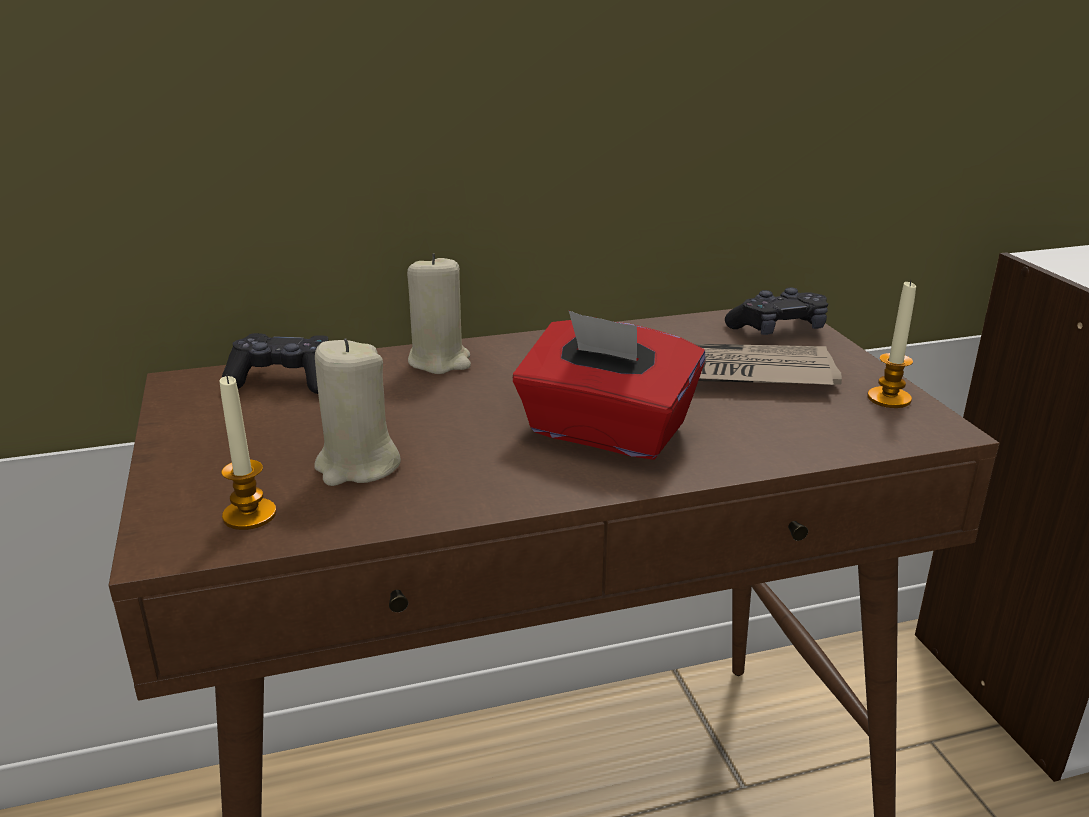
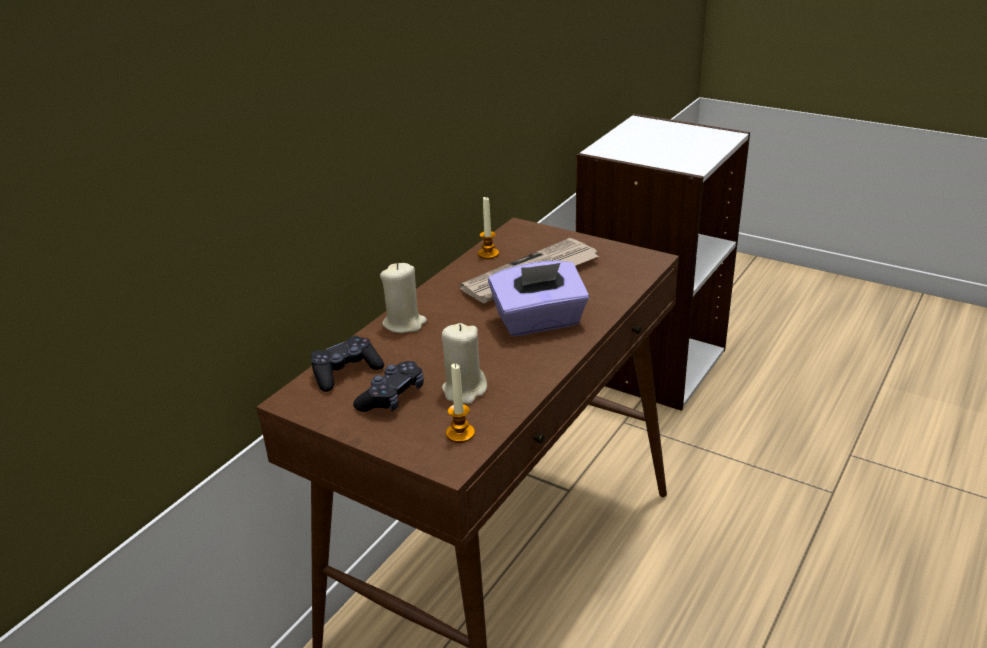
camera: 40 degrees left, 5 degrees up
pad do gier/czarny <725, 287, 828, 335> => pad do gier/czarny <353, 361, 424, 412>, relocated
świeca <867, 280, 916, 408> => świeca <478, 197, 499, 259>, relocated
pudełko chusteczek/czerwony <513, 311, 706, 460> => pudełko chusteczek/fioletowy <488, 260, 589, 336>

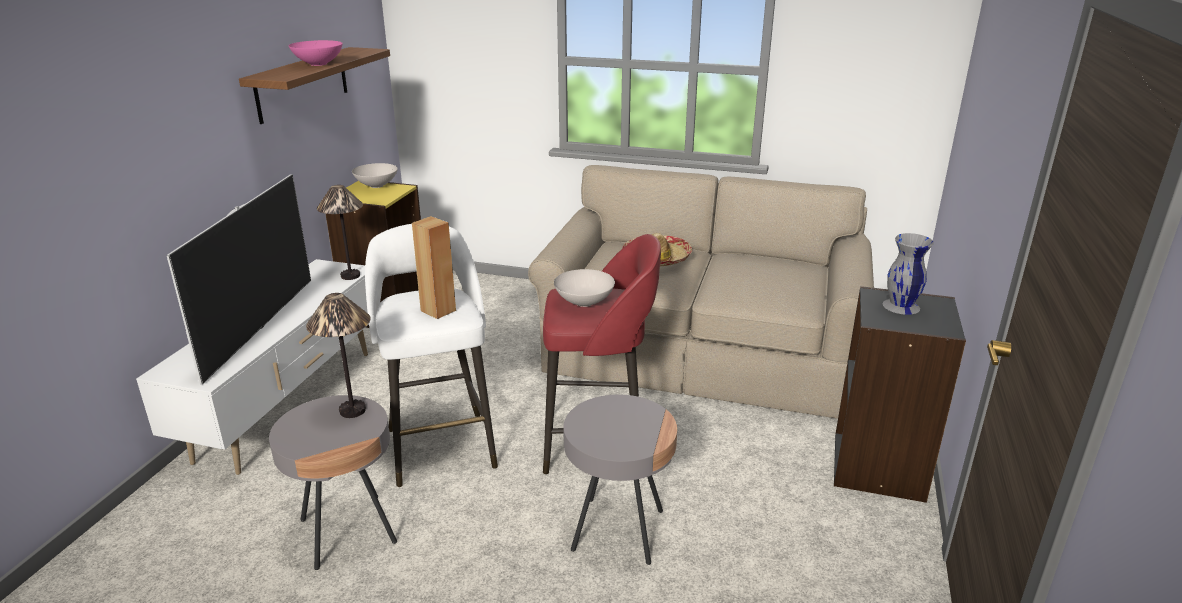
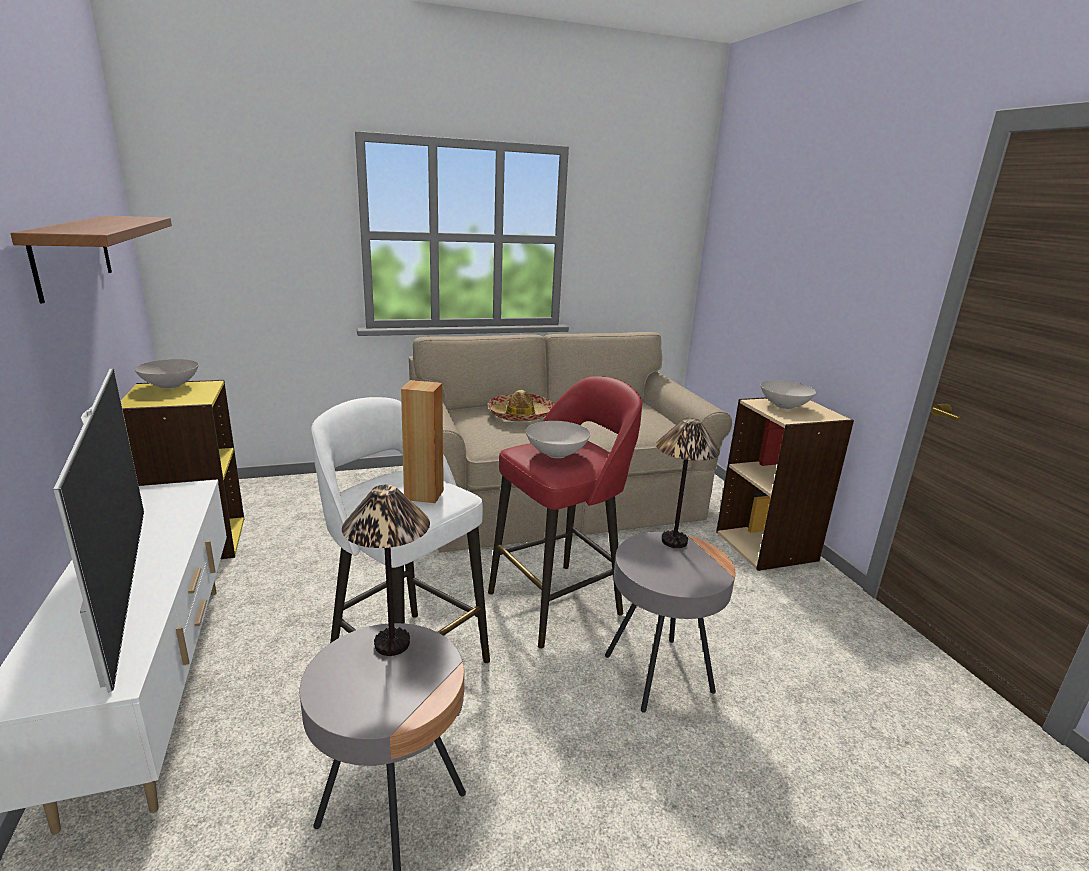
camera: 35 degrees left, 5 degrees down
miska/różowy <289, 40, 343, 66> => nothing
lampa stołowa <317, 185, 363, 280> => lampa stołowa <656, 418, 720, 548>, relocated
wazon/szary <883, 233, 934, 315> => miska/biały <761, 380, 816, 409>
regał/czarny <834, 286, 966, 503> => regał/beżowy <716, 397, 854, 571>

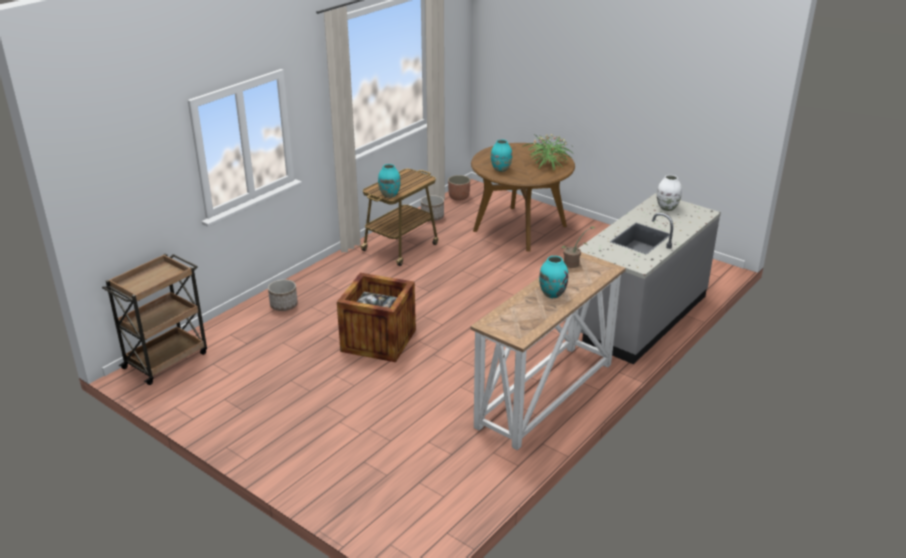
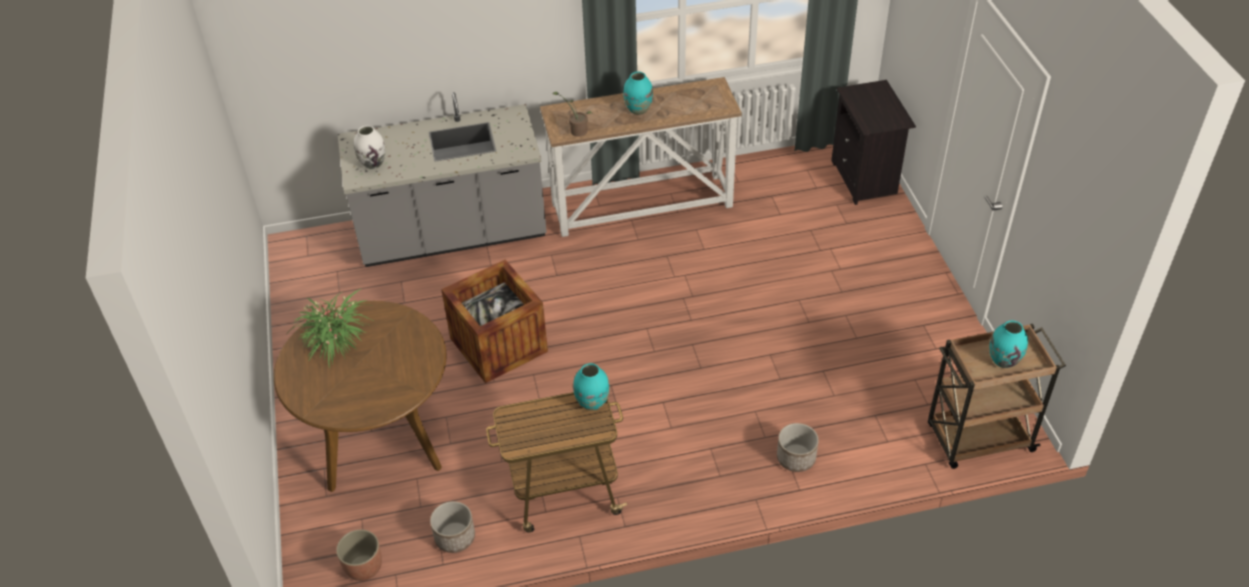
camera: 140 degrees left, 15 degrees up
nothing => szafka nocna/czarny <831, 80, 916, 205>
skrzynka <337, 273, 416, 362> => skrzynka <441, 260, 548, 383>, relocated
wazon/turkusowy <491, 140, 512, 172> => wazon/turkusowy <989, 320, 1028, 368>, relocated

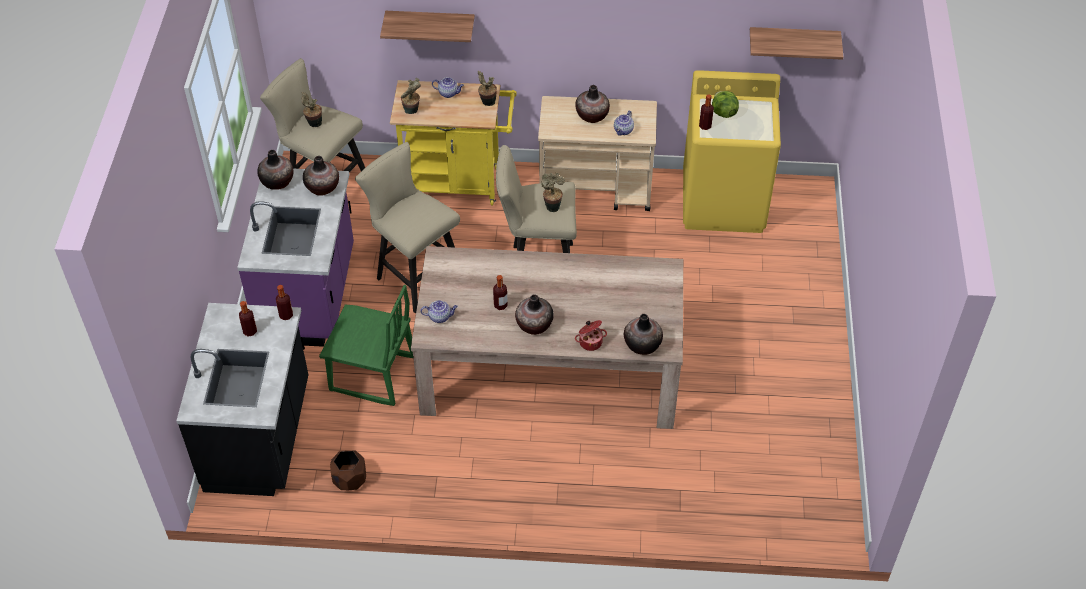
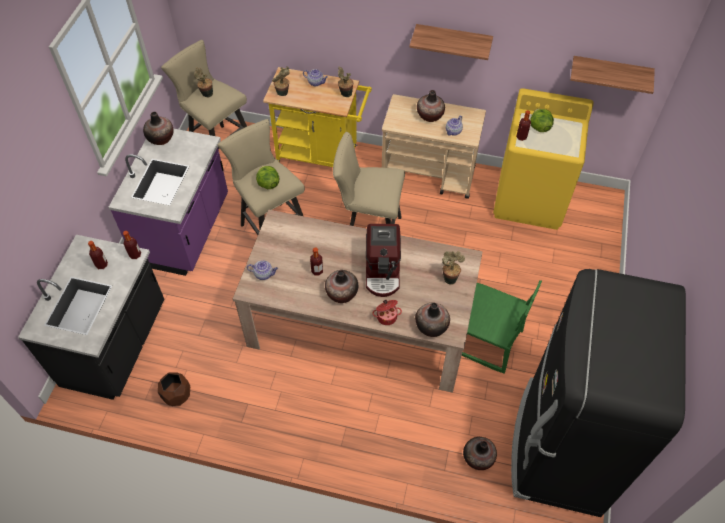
camera: 10 degrees right, 5 degrees up
nothing => sałata <256, 166, 279, 189>
nothing => ekspres do kawy <366, 224, 401, 297>
nothing => lodówka/czarny <511, 269, 686, 517>
wazon <303, 156, 339, 196> => wazon <463, 437, 497, 470>, relocated
krzesło/zielony <319, 285, 413, 406> => krzesło/zielony <462, 280, 542, 374>, relocated
półka <380, 11, 475, 42> => półka <409, 24, 493, 60>, relocated
roślina doniczkowa <541, 173, 565, 212> => roślina doniczkowa <442, 251, 465, 285>, relocated

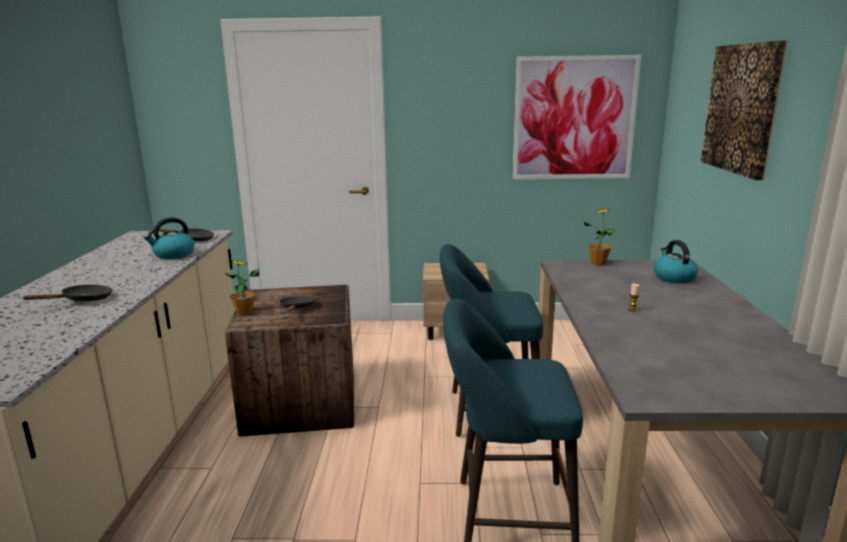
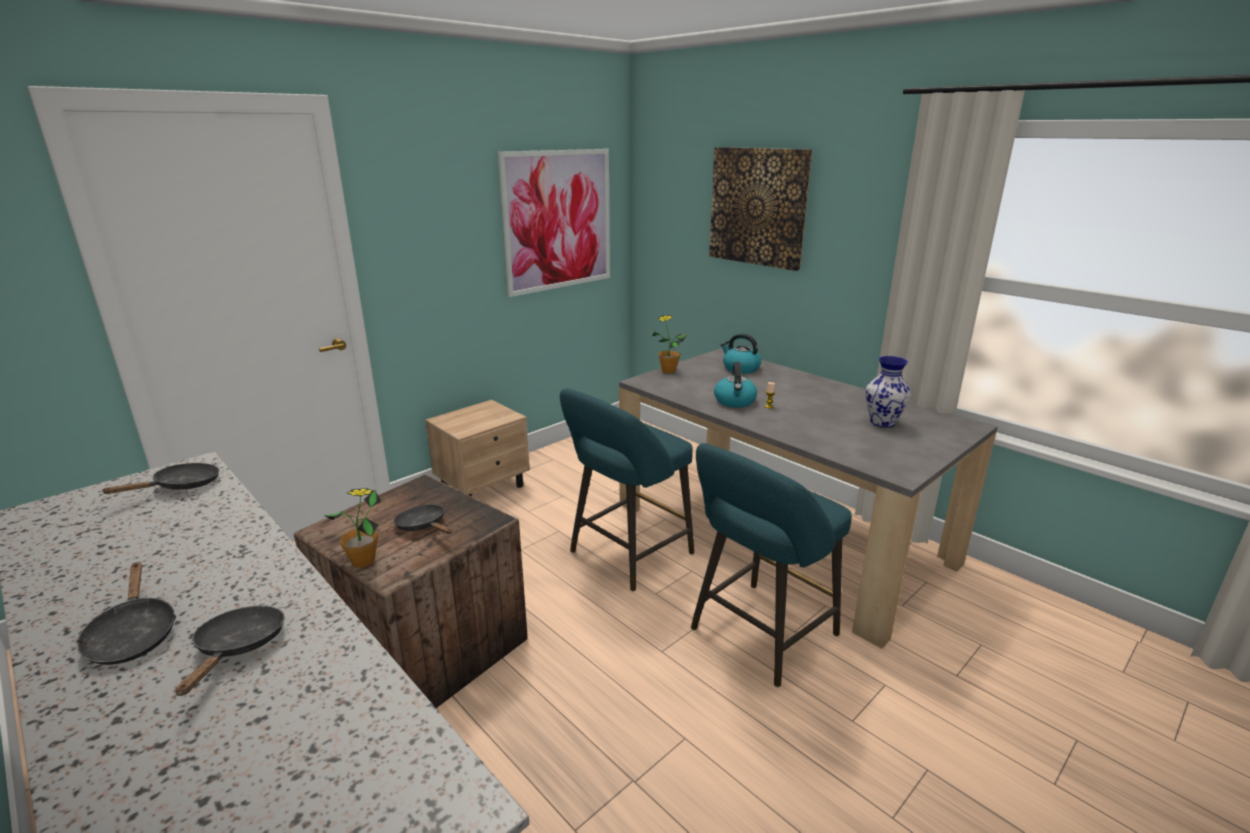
camera: 45 degrees left, 5 degrees up
nothing => patelnia/czarny <75, 562, 176, 665>
nothing => wazon <866, 356, 911, 427>
czajnik <144, 217, 195, 259> => czajnik <714, 362, 757, 408>, relocated

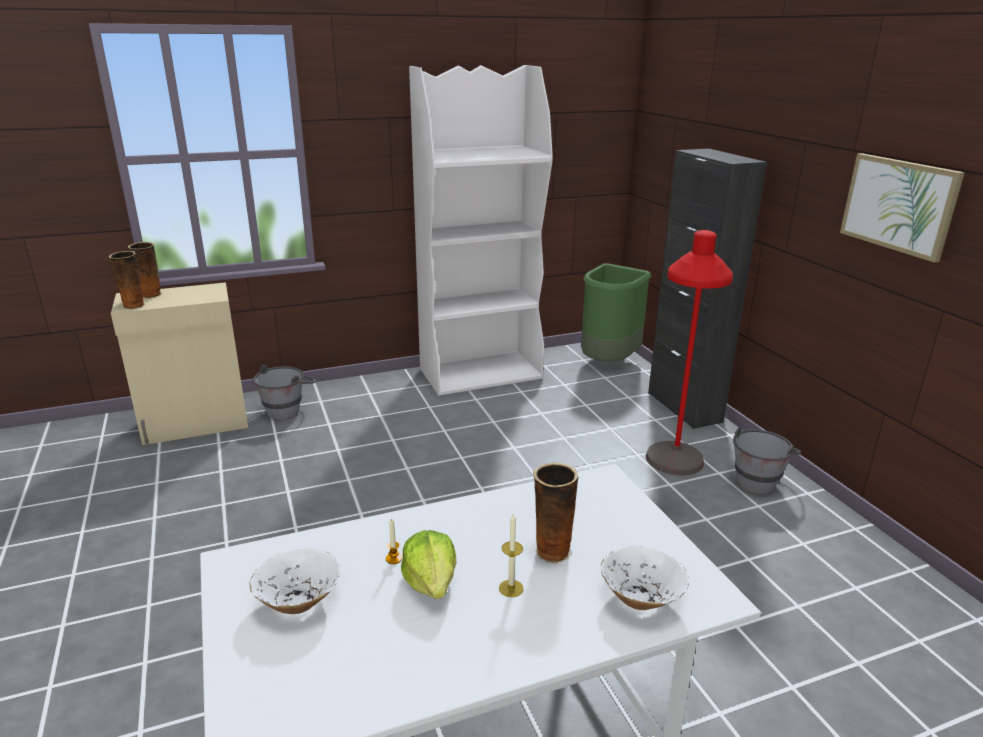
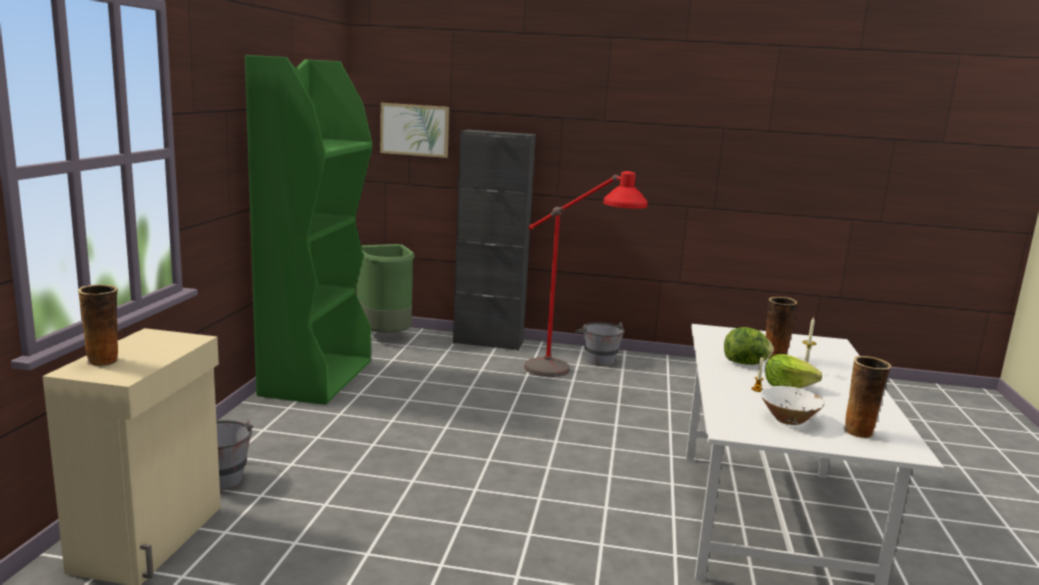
camera: 60 degrees left, 10 degrees down
miska/biały <601, 546, 689, 610> => nothing
nothing => sałata <724, 327, 774, 365>
wazon <109, 251, 145, 309> => wazon <843, 356, 892, 439>, relocated
obraz <840, 153, 965, 263> => obraz <380, 103, 449, 158>, relocated
regał/biały <409, 65, 553, 396> => regał/zielony <245, 55, 372, 405>

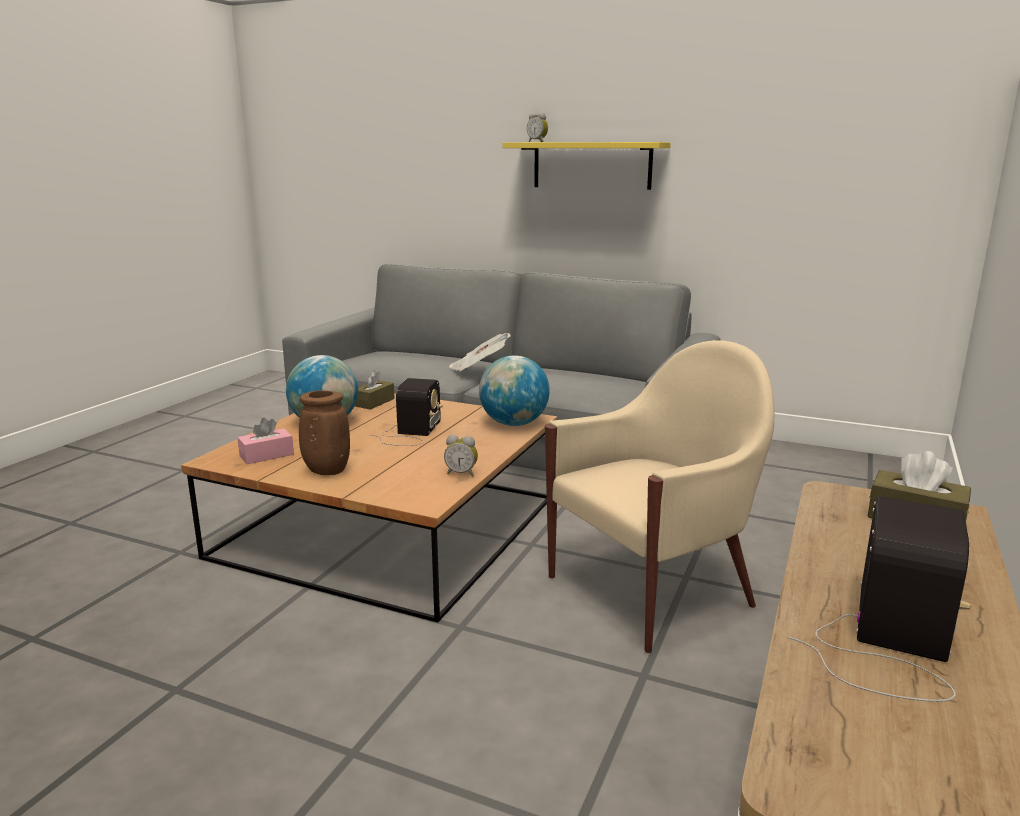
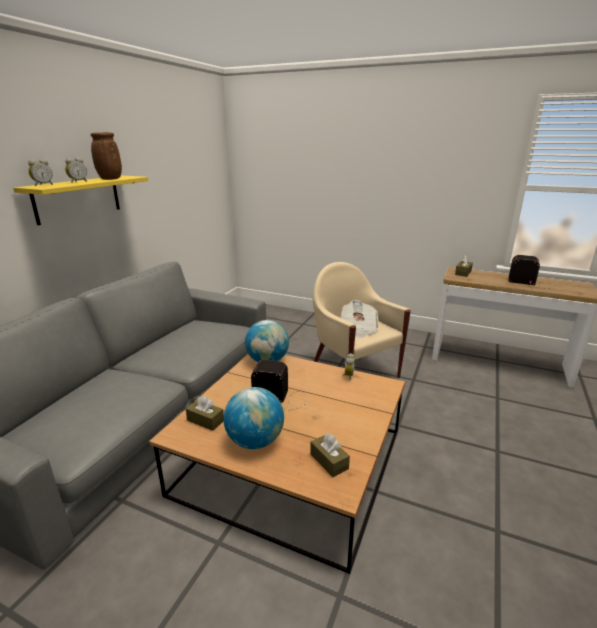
camera: 90 degrees left, 5 degrees up
nothing => budzik <65, 158, 87, 183>
wazon/brązowy <299, 390, 350, 475> => wazon/brązowy <90, 132, 122, 180>, relocated
gazeta <449, 333, 511, 372> => gazeta <341, 300, 379, 338>, relocated
pudełko chusteczek/różowy <237, 418, 294, 464> => pudełko chusteczek/brązowy <310, 433, 350, 477>

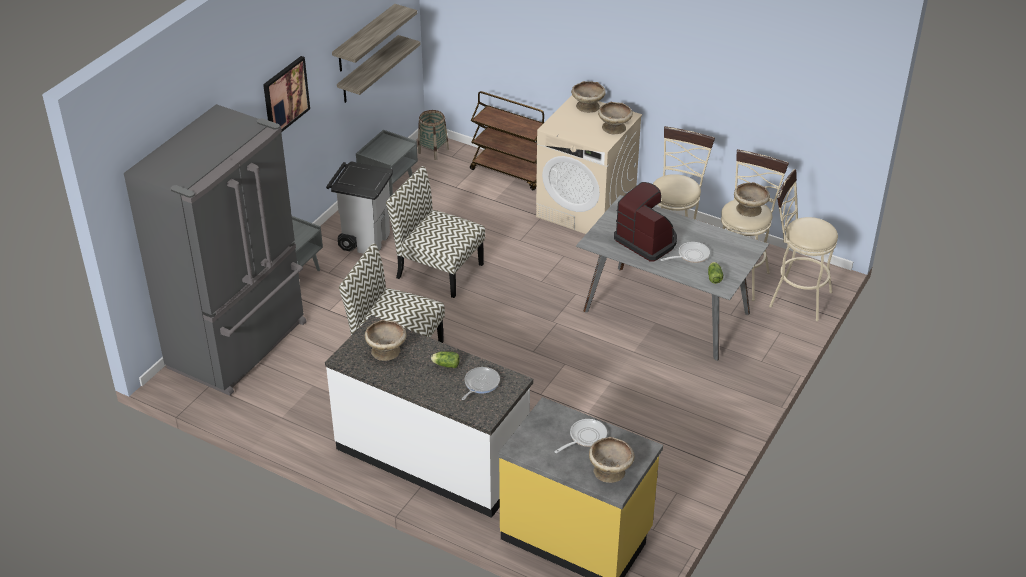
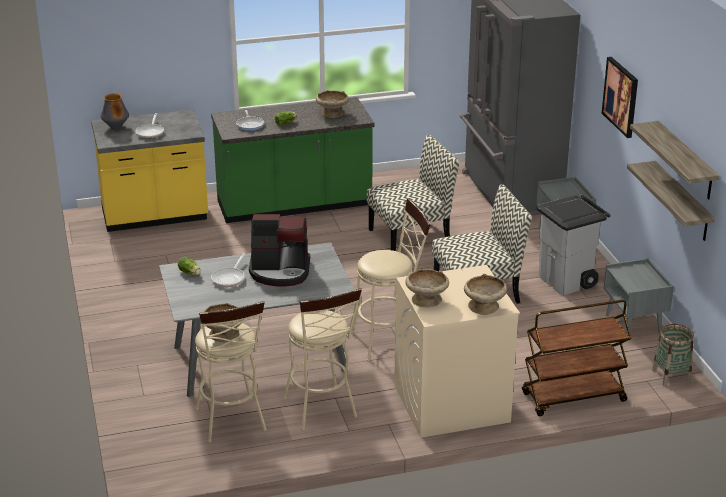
camera: 135 degrees right, 10 degrees down
stołek/beżowy <769, 169, 838, 321> => stołek/beżowy <351, 198, 431, 362>, relocated
miska/beżowy <589, 437, 634, 483> => wazon <100, 93, 129, 130>
zabudowa kuchenna/biały <325, 315, 534, 518> => zabudowa kuchenna/zielony <211, 97, 374, 223>

